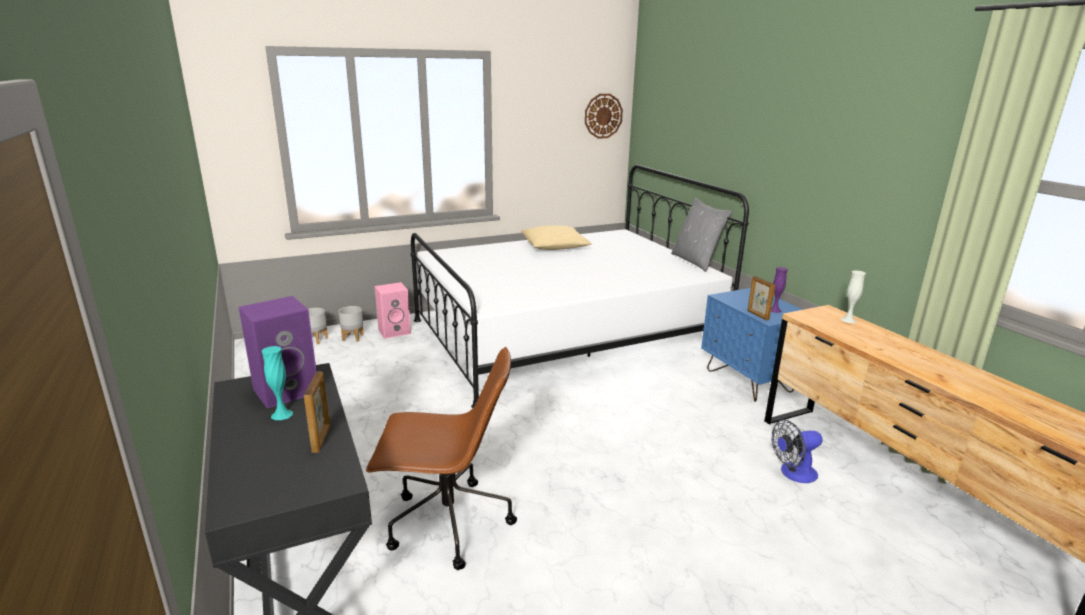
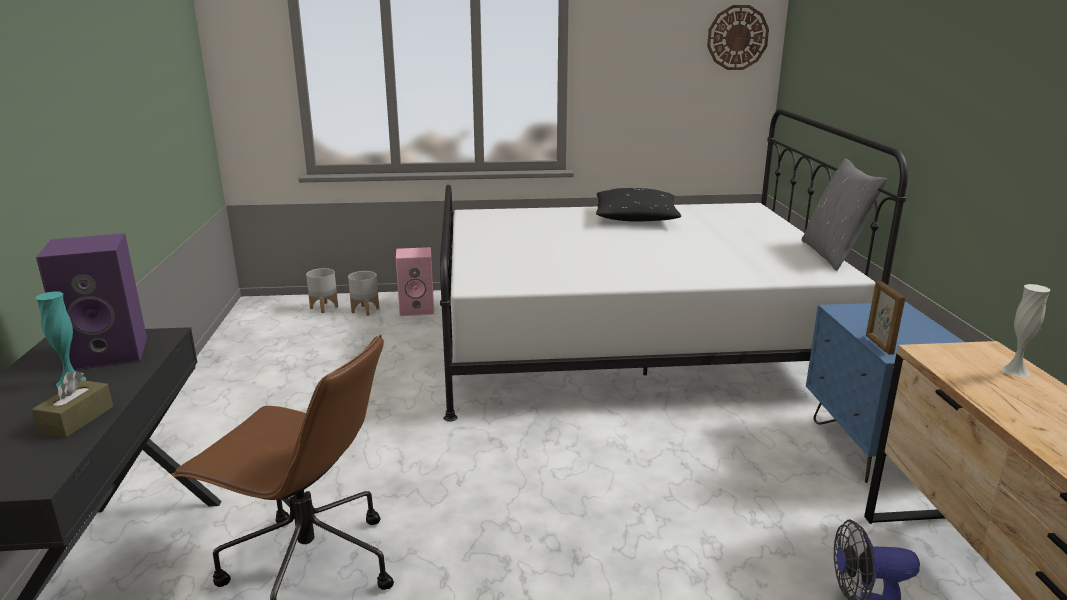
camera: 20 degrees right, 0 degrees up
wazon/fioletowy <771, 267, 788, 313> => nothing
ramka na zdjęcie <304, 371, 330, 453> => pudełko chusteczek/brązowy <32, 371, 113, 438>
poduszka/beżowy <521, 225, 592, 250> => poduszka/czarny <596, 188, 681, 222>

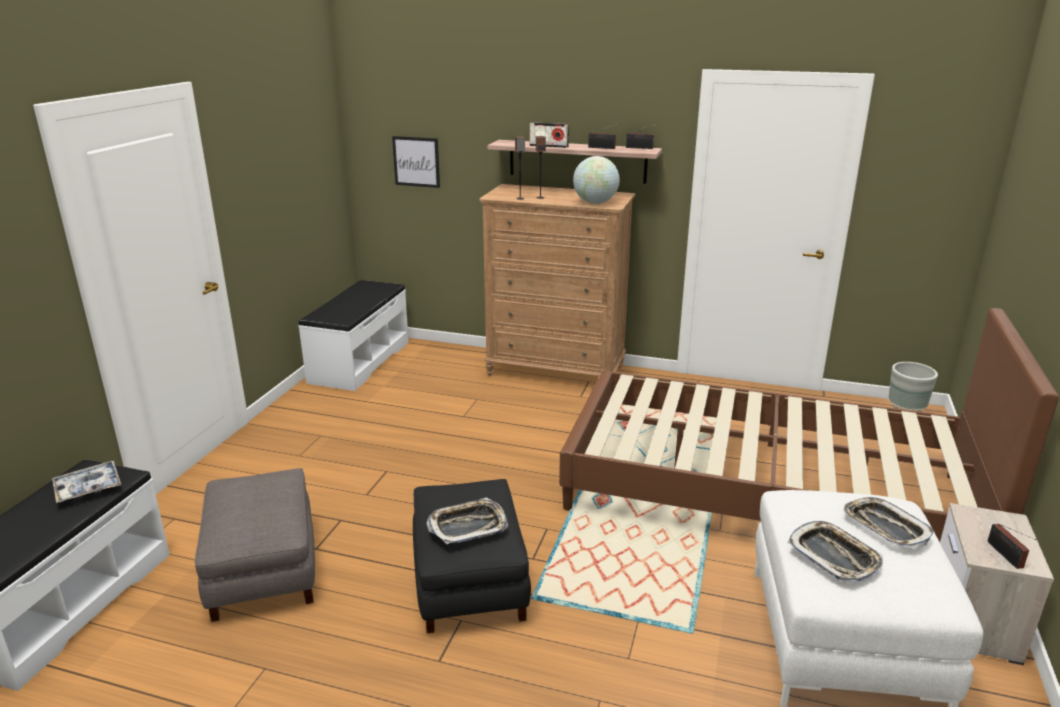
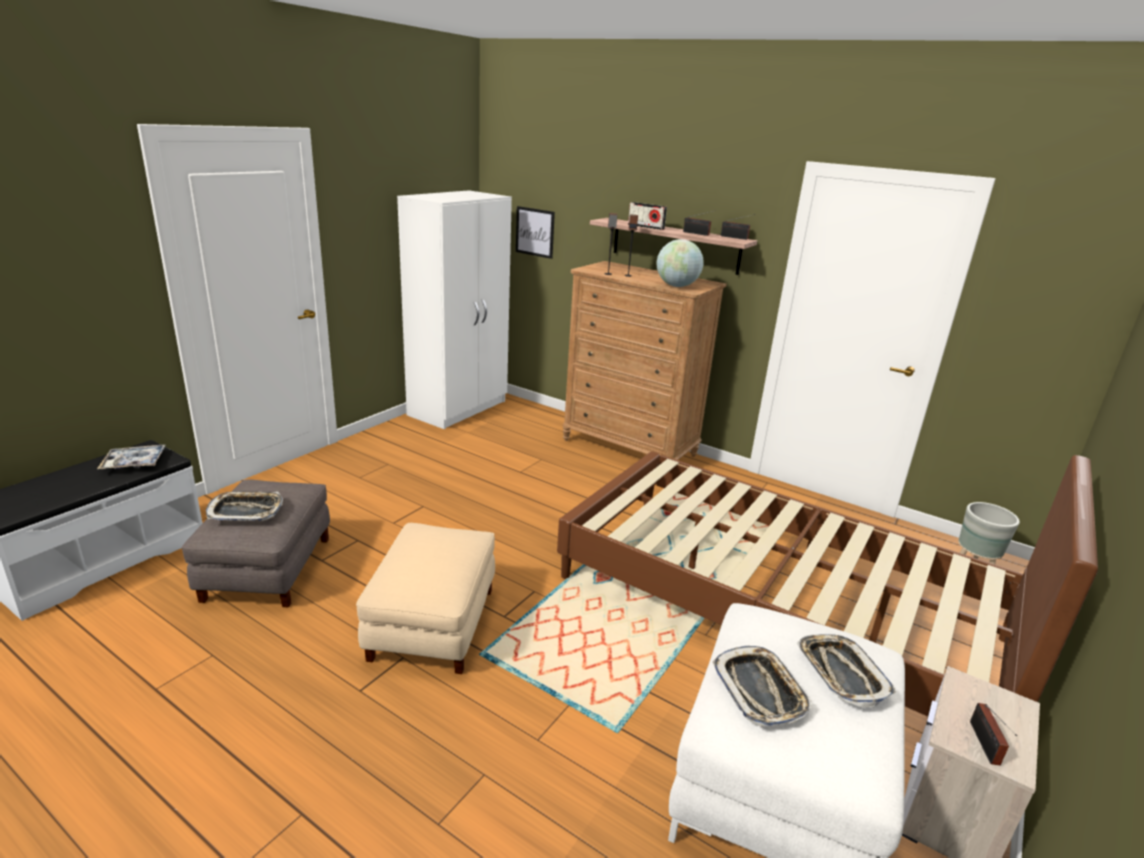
camera: 15 degrees right, 0 degrees up
taca <426, 498, 508, 544> => taca <206, 492, 283, 521>, relocated
ławka/biały <298, 280, 409, 391> => szafa/biały <397, 190, 512, 429>
pufa/czarny <413, 479, 531, 633> => pufa/beżowy <356, 523, 495, 674>

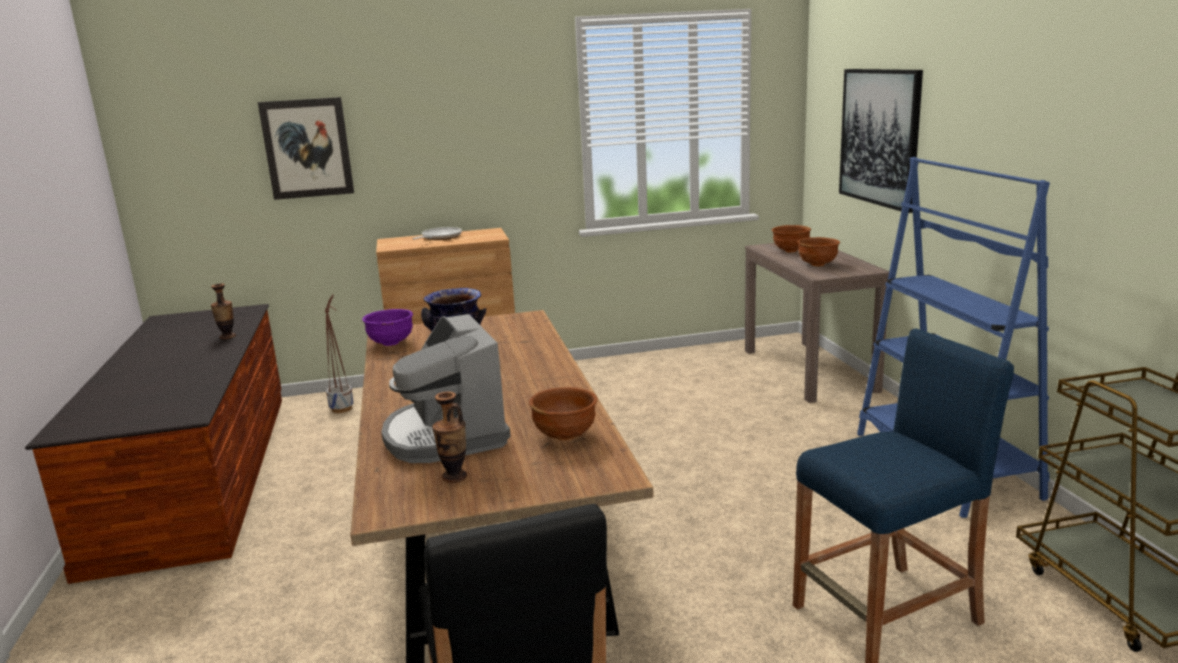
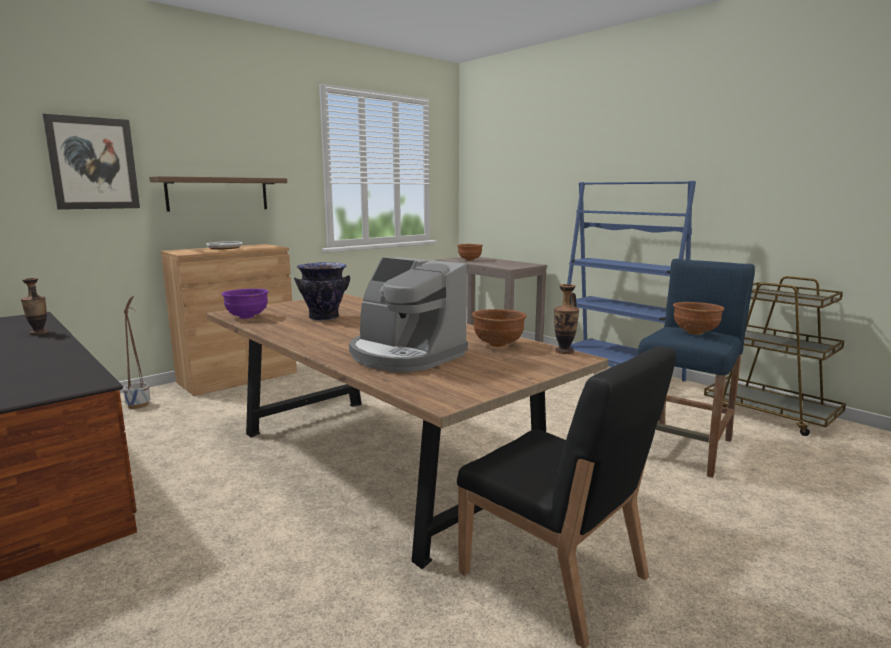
camera: 30 degrees left, 5 degrees down
obraz <839, 69, 923, 213> => nothing
nothing => półka <149, 176, 287, 212>
wazon <432, 391, 467, 483> => wazon <554, 284, 579, 354>, relocated
miska/brązowy <798, 237, 840, 266> => miska/brązowy <673, 302, 724, 335>, relocated

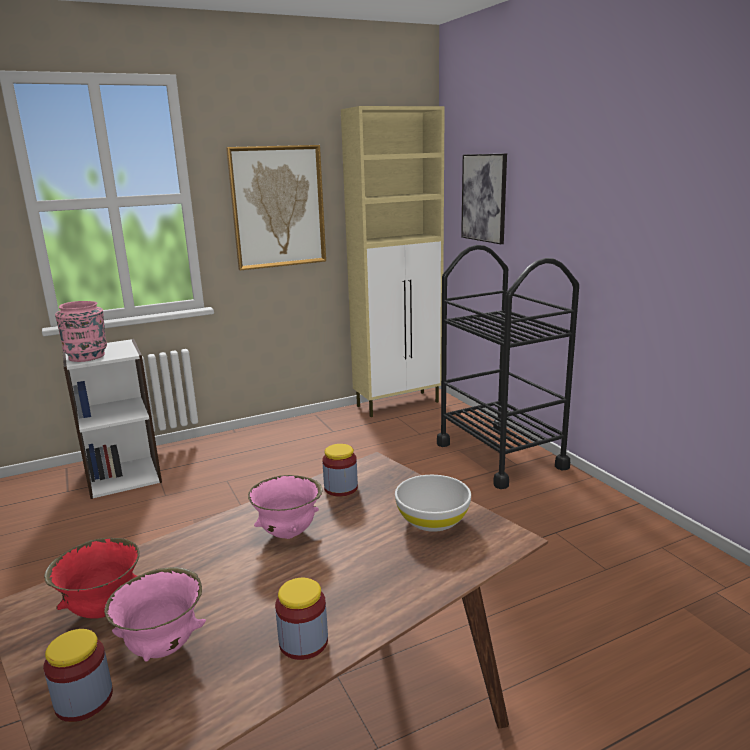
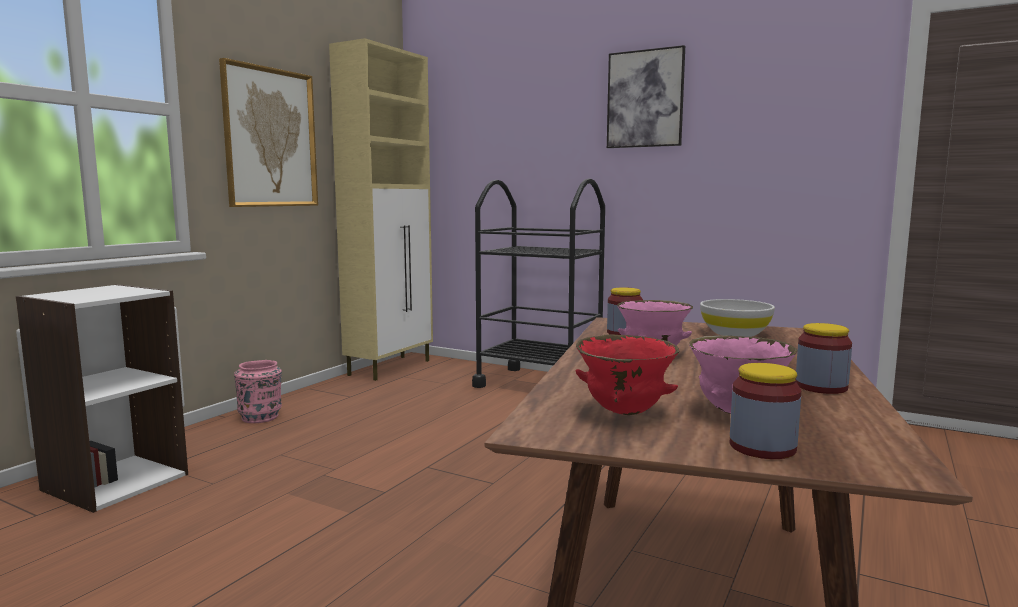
camera: 35 degrees left, 10 degrees down
wazon/różowy <55, 301, 107, 362> => wazon/różowy <234, 360, 282, 423>, relocated
obraz <461, 153, 507, 244> => obraz <607, 45, 685, 148>, relocated

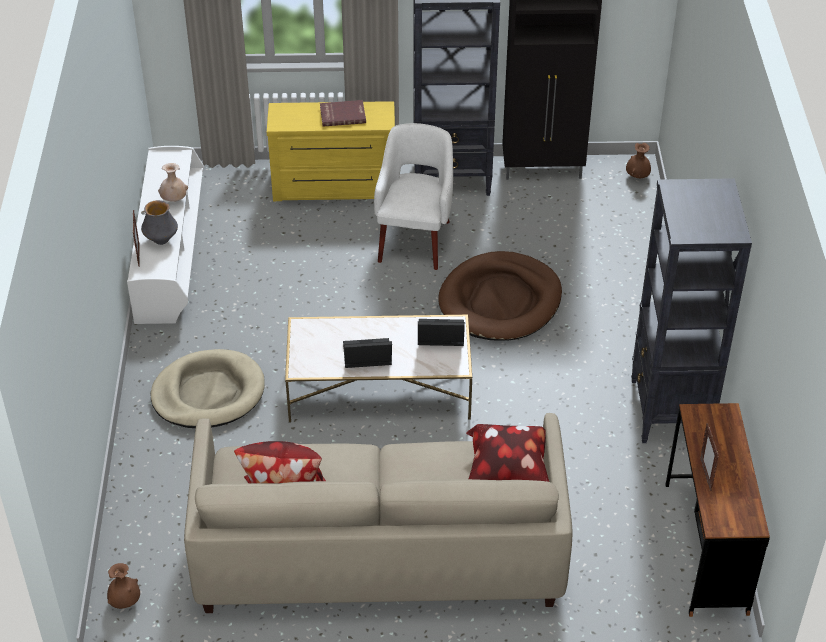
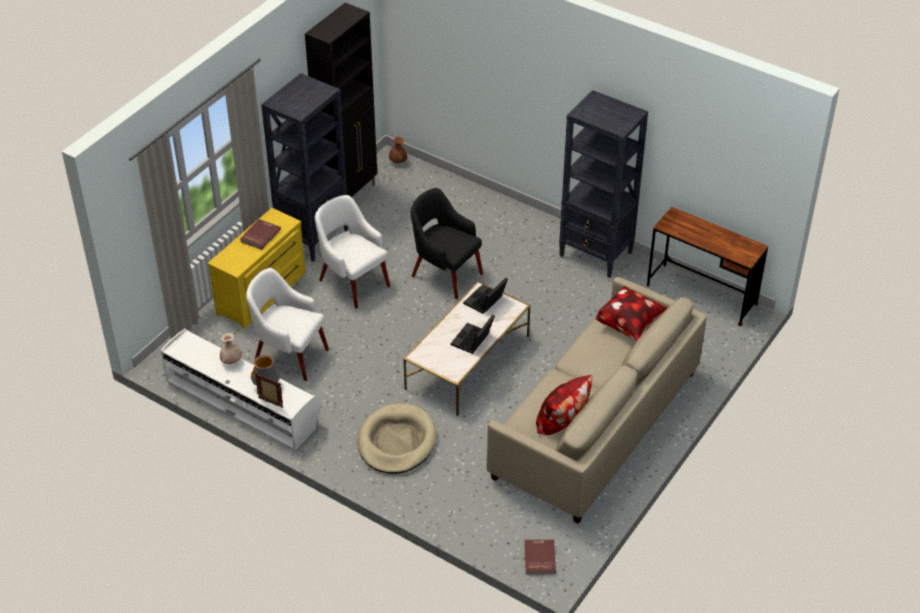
camera: 55 degrees left, 0 degrees up
ramka na zdjęcie <700, 423, 719, 491> => nothing
nothing => fotel/biały <246, 268, 329, 381>
wazon/brązowy <107, 563, 140, 609> => książka/czerwony <524, 539, 556, 574>
legowisko/brązowy <438, 251, 562, 341> => fotel/czarny <411, 188, 483, 299>

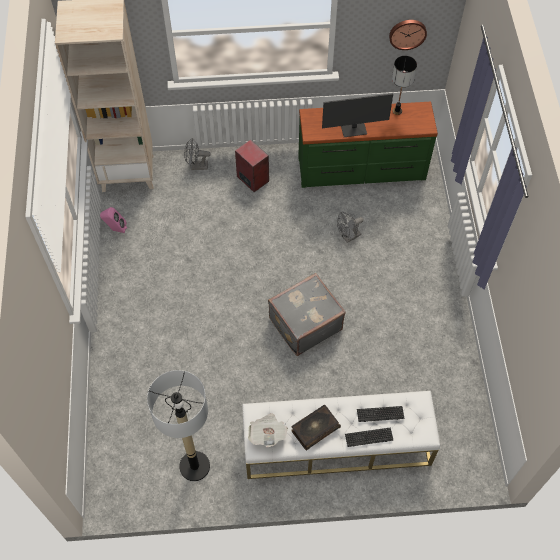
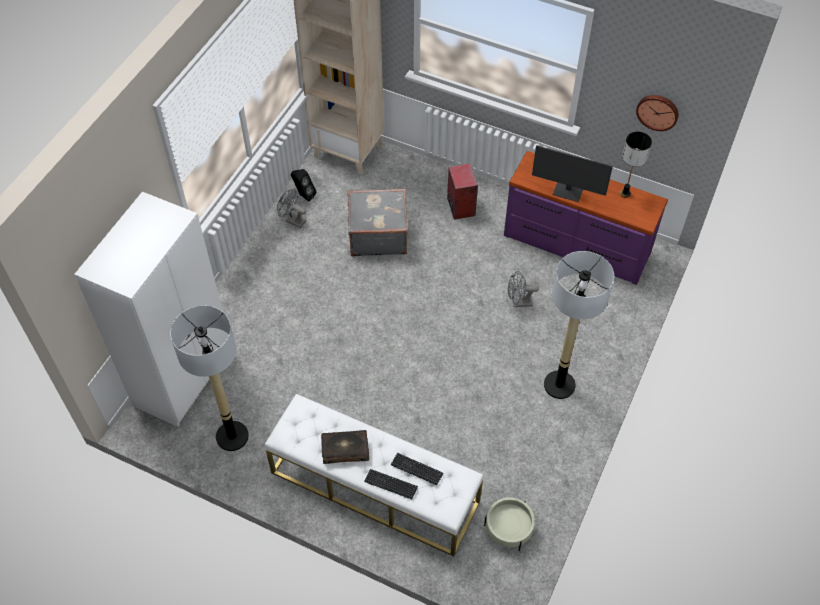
camera: 30 degrees right, 5 degrees down
gazeta <248, 413, 288, 447> => nothing
nothing => szafa/biały <74, 192, 229, 427>
nothing => donica/beżowy <484, 497, 535, 551>
nothing => lampa stojąca <544, 251, 614, 399>
wentylator/szary <184, 138, 211, 170> => wentylator/szary <277, 189, 306, 228>, relocated
walizka/szary <268, 273, 346, 356> => walizka/szary <348, 189, 408, 256>, relocated
głośnik/różowy <100, 207, 127, 233> => głośnik/czarny <291, 169, 317, 202>
komoda/zielony <298, 101, 438, 188> => komoda/fioletowy <504, 151, 668, 285>

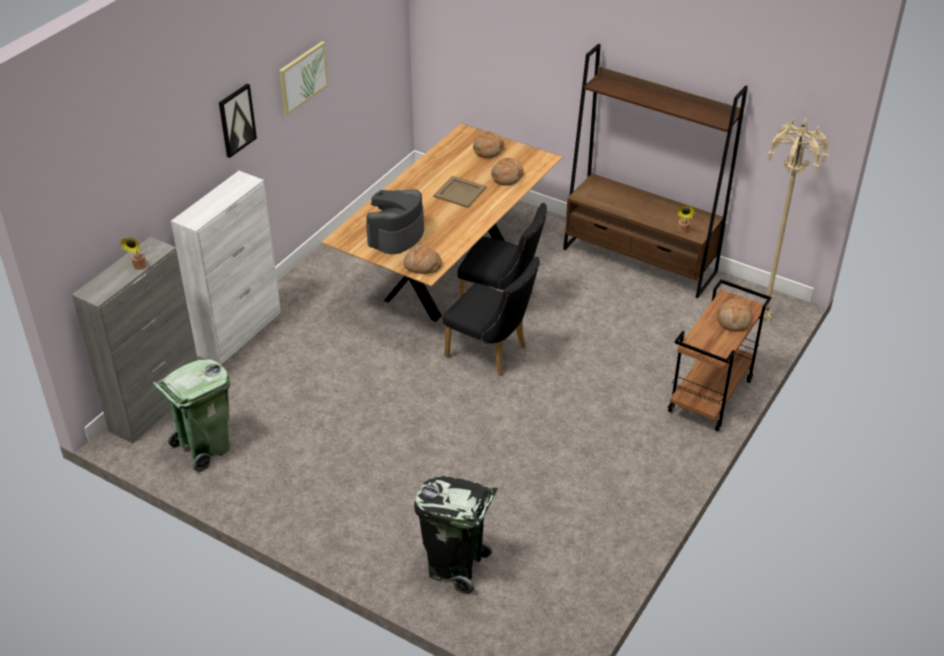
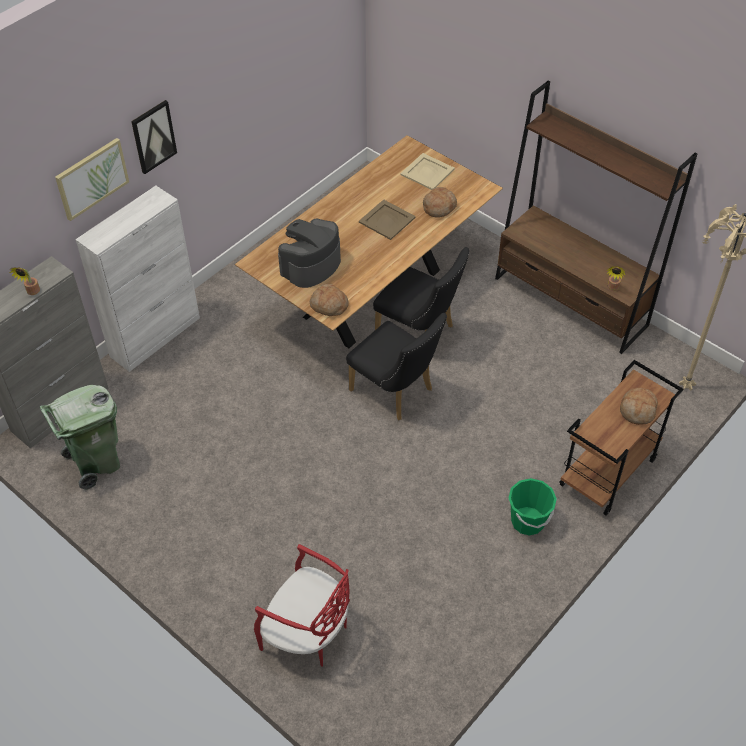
camera: 10 degrees right, 10 degrees up
nothing => wiadro/zielony <509, 478, 557, 535>
obraz <279, 41, 328, 115> => obraz <55, 138, 129, 221>, relocated
kosz na śmieci/czarny <414, 476, 498, 595> => krzesło/czerwony <254, 544, 350, 667>
chleb <473, 131, 504, 158> => taca/beżowy <401, 153, 455, 190>

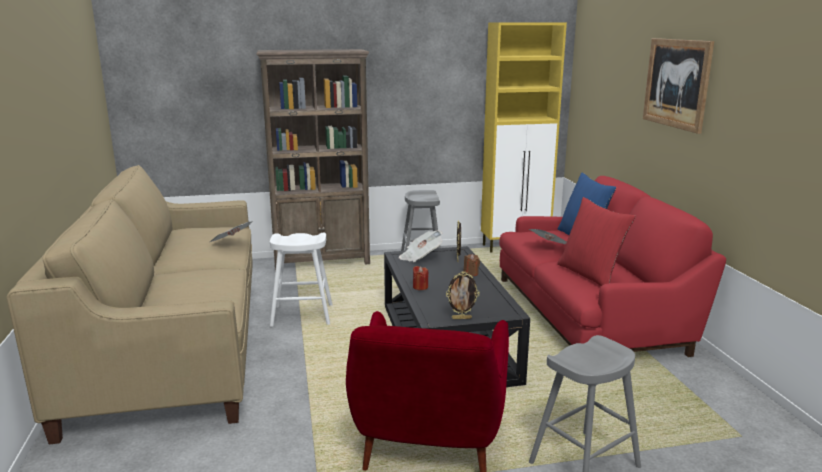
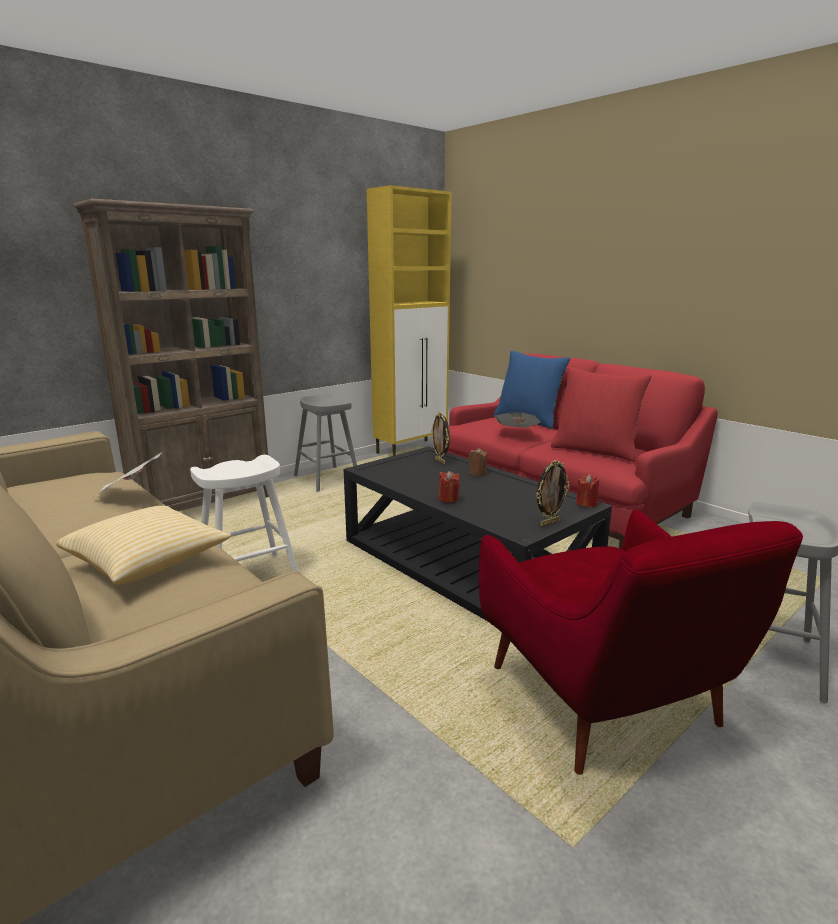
camera: 30 degrees left, 0 degrees up
gazeta <399, 231, 443, 262> => nothing
obraz <643, 38, 714, 134> => nothing
nothing => poduszka <56, 506, 231, 585>
nothing => świeca/czerwony <576, 475, 599, 507>

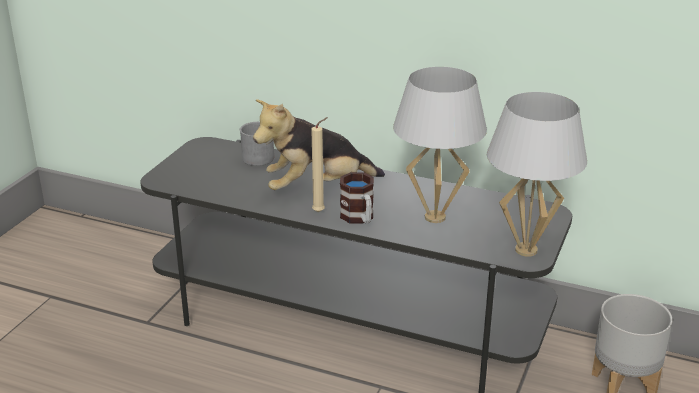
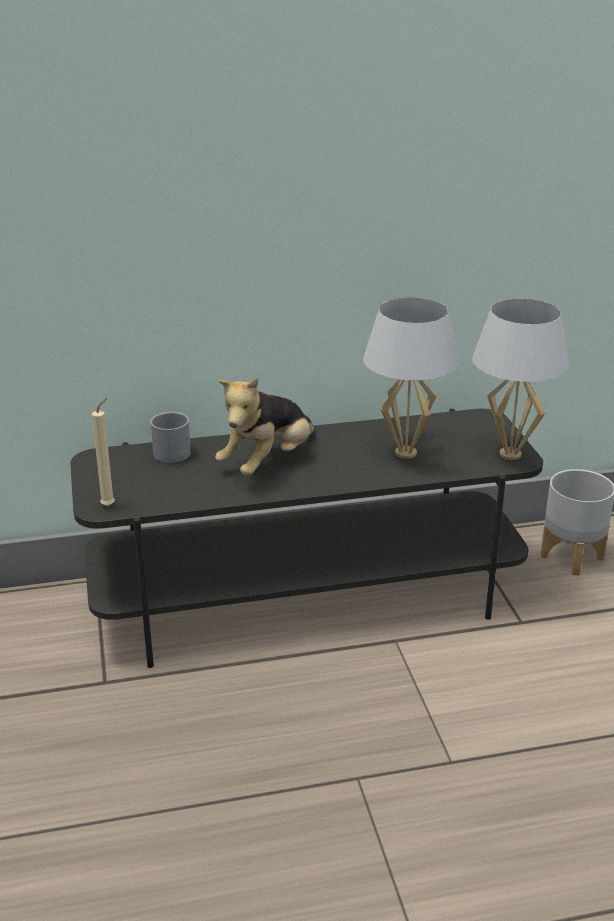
camera: 35 degrees left, 0 degrees up
kubek <340, 172, 374, 224> => nothing
świeca/beżowy <311, 117, 328, 212> => świeca/beżowy <92, 398, 115, 506>, relocated

